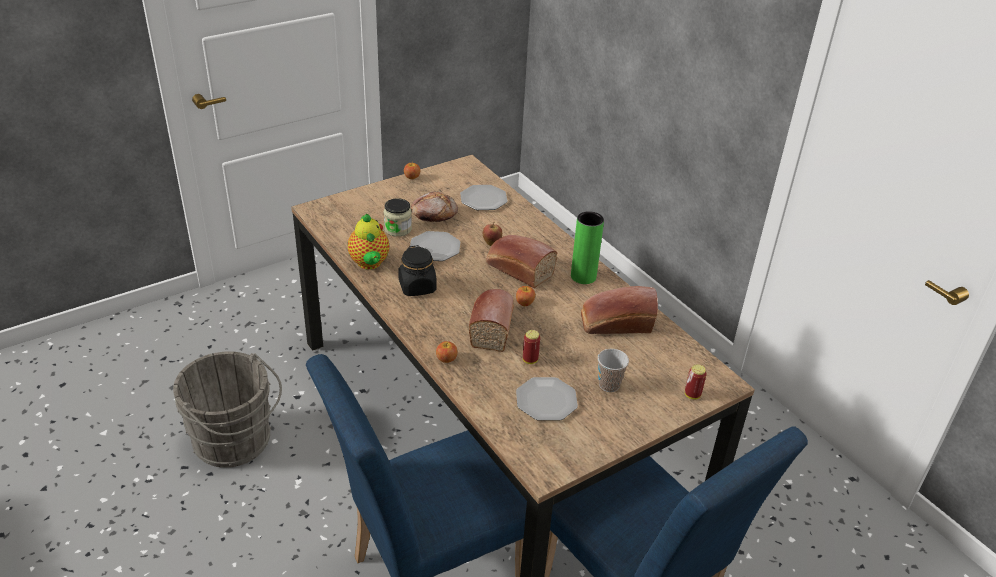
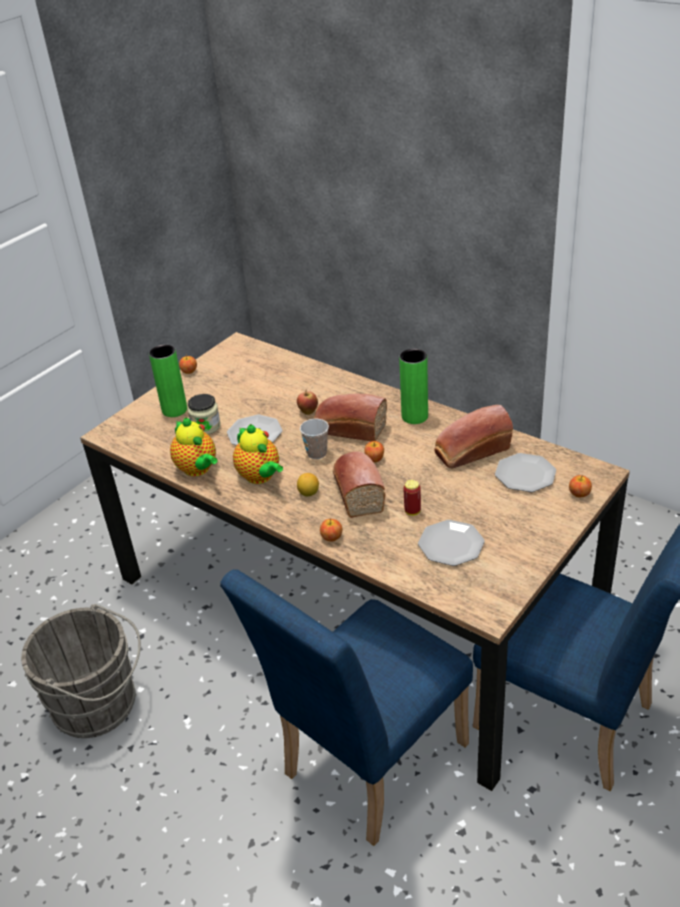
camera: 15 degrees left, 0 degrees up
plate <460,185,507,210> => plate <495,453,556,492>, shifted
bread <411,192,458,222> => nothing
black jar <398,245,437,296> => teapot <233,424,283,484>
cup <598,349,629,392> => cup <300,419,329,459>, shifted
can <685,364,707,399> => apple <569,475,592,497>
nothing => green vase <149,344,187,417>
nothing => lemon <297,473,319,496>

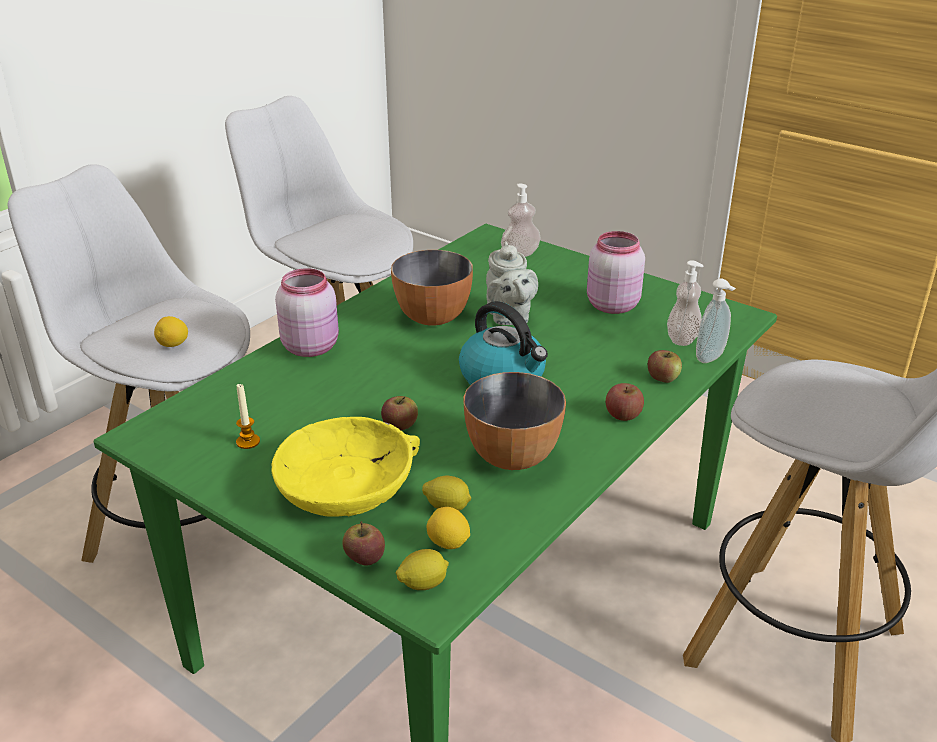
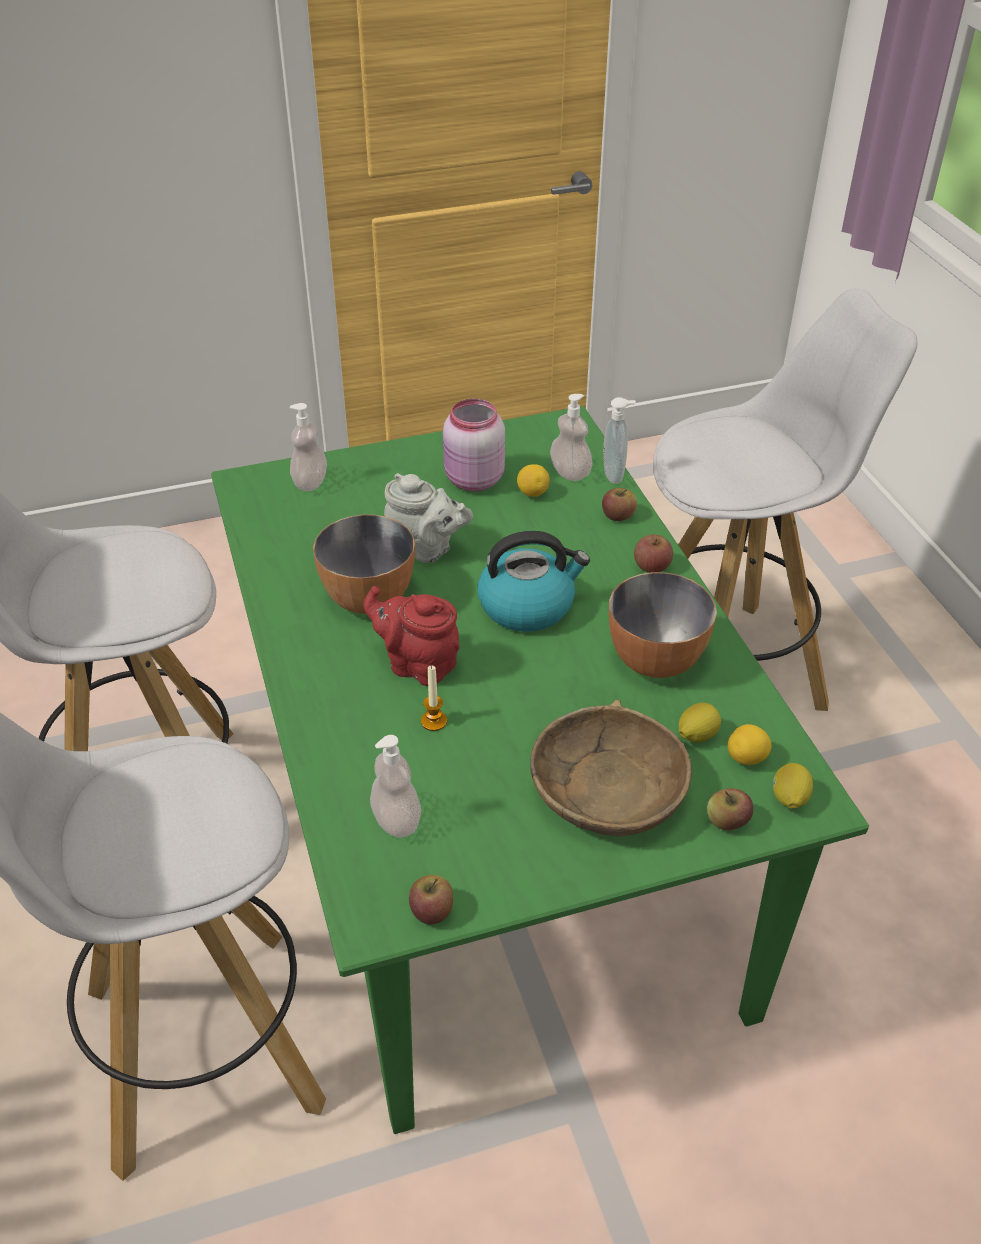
camera: 55 degrees left, 10 degrees up
pink jar <275,268,339,357> => nothing
lemon <154,316,188,347> => lemon <517,464,550,497>, shifted
candle <236,383,260,449> => candle <421,665,447,731>, shifted
apple <381,396,418,430> => apple <409,875,453,925>, shifted
yellow bowl <271,417,420,517> => brown bowl <530,700,692,836>
nothing => red teapot <363,586,460,686>
nothing => soap dispenser <370,735,421,838>

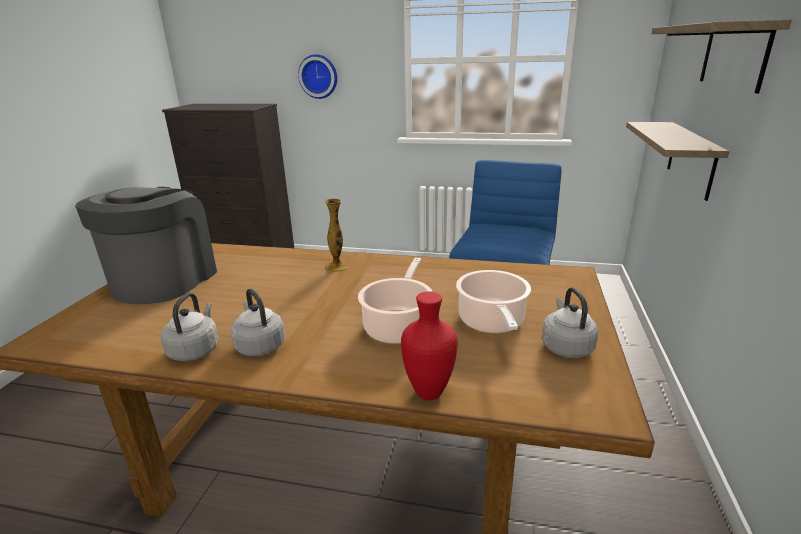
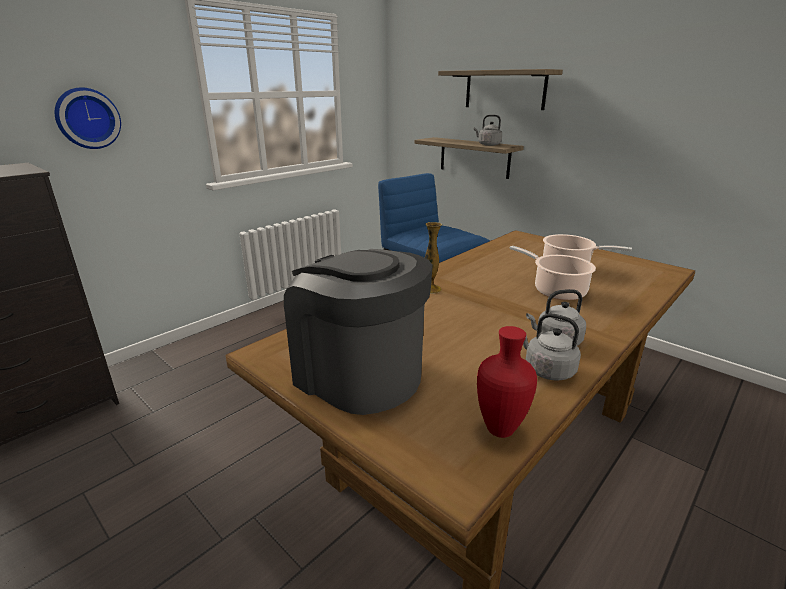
camera: 60 degrees left, 0 degrees up
grey kettle <542,287,598,358> => grey kettle <474,115,502,146>, shifted
red vase <401,291,458,400> => red vase <477,326,537,438>, shifted

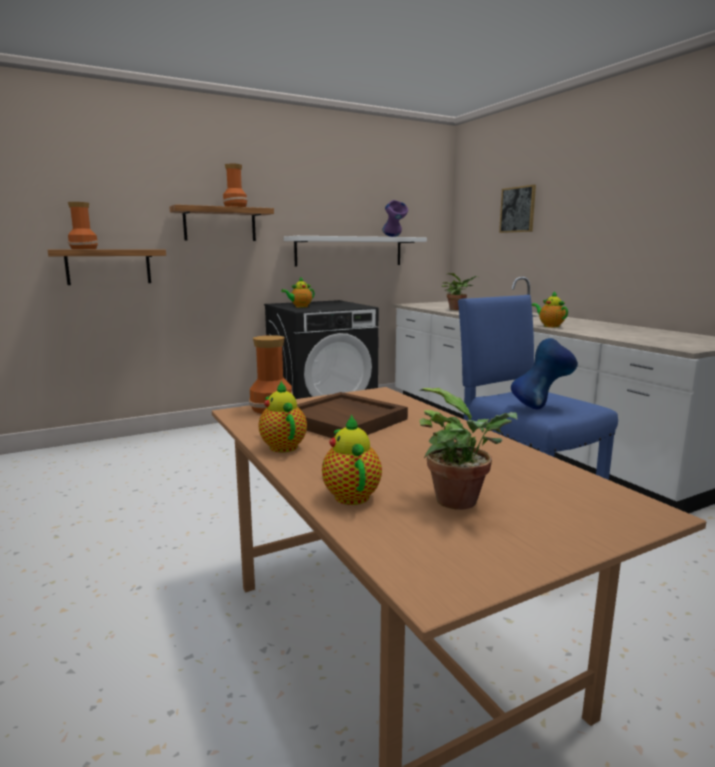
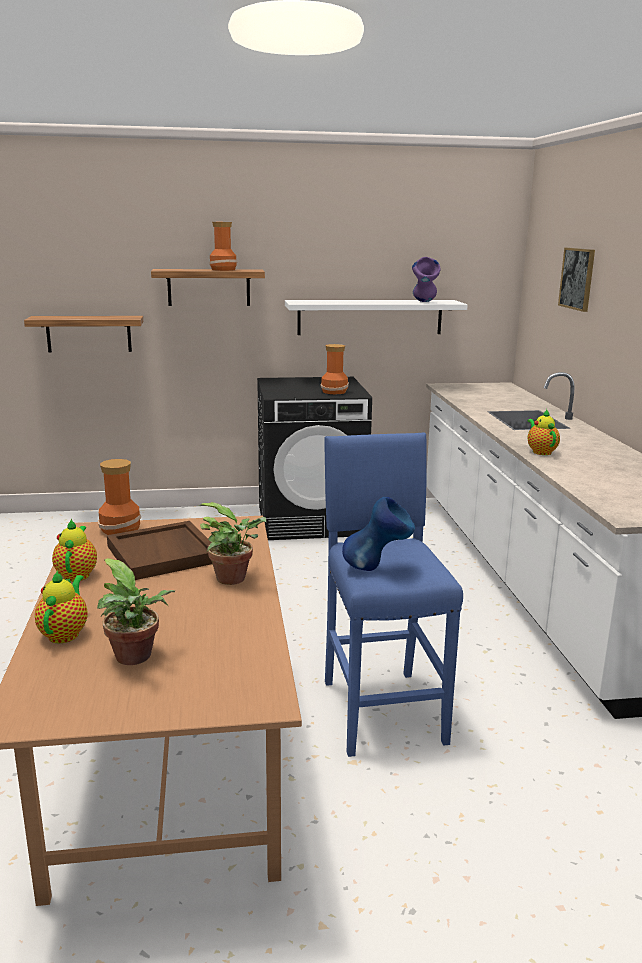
camera: 20 degrees right, 5 degrees up
vase <68,202,98,249> => vase <321,344,349,394>, shifted
potted plant <442,273,478,310> => potted plant <199,502,266,585>, shifted
teapot <281,277,315,308> => nothing

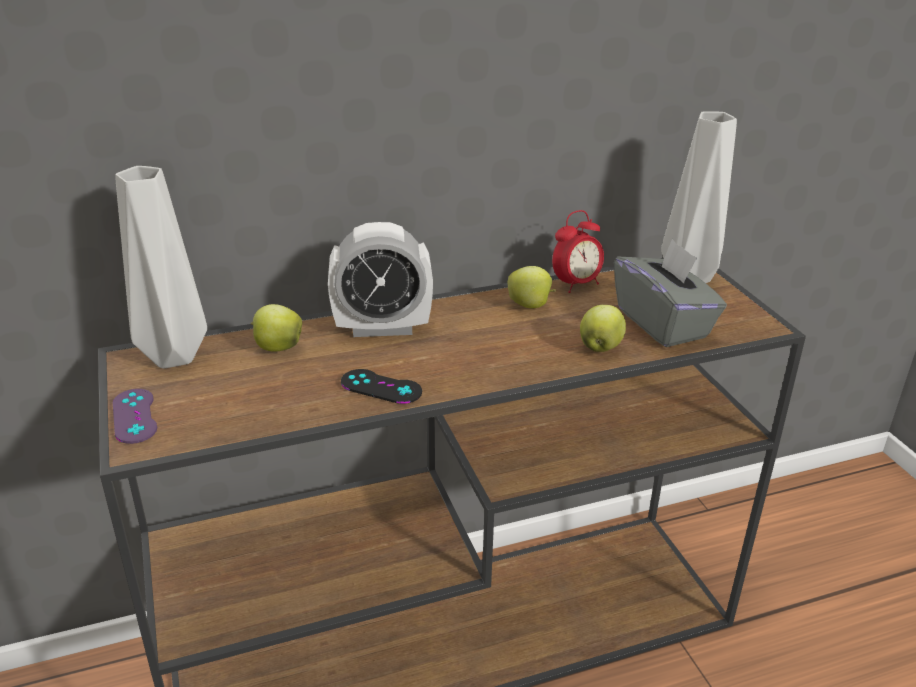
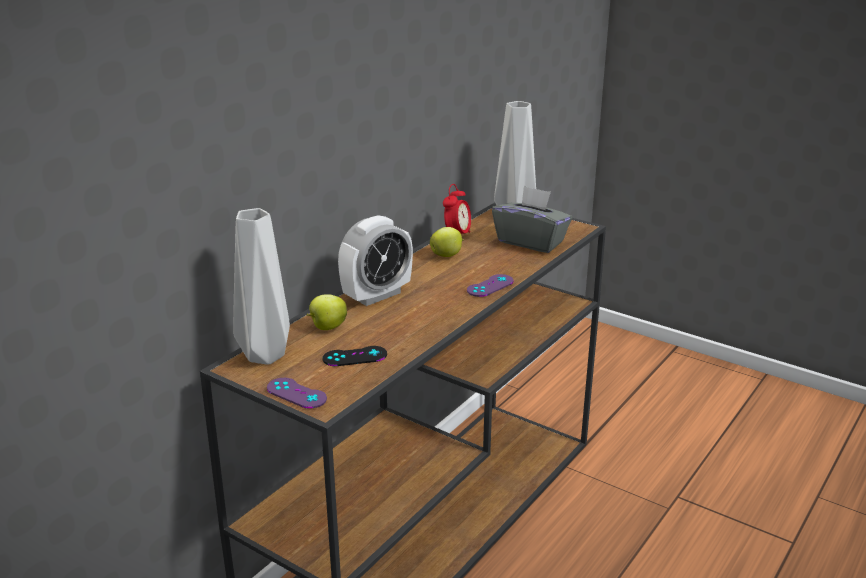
camera: 35 degrees left, 5 degrees down
apple <580,305,626,352> => nothing
black game controller <341,369,422,404> => black game controller <323,346,387,366>, shifted
nothing => purple game controller <467,274,514,297>

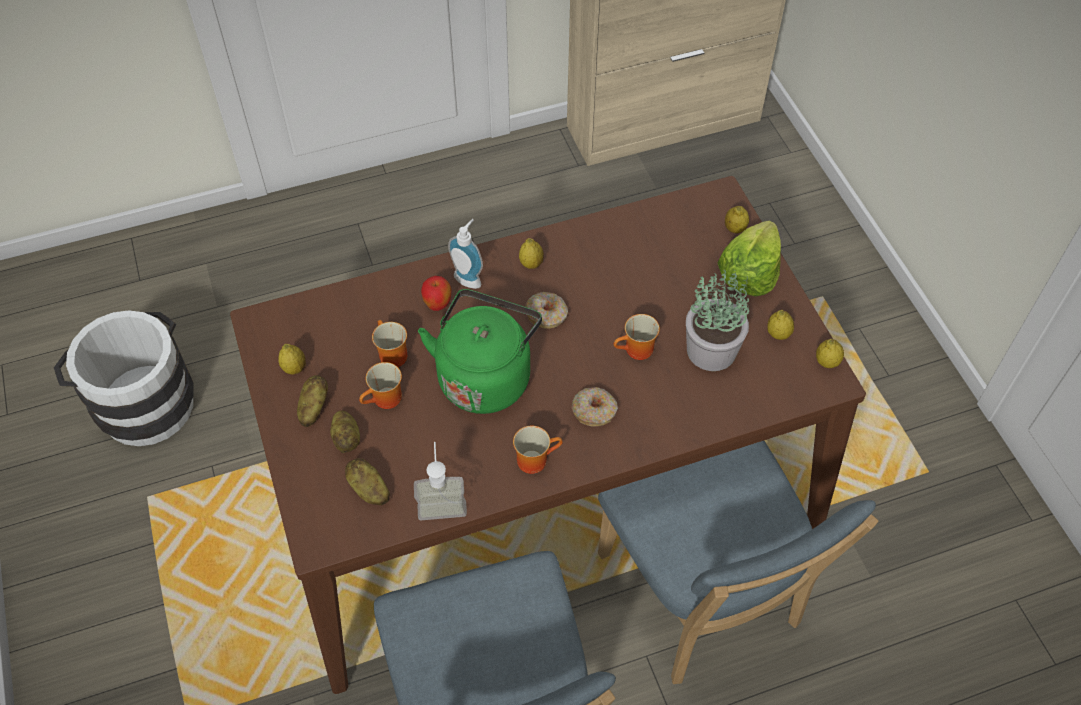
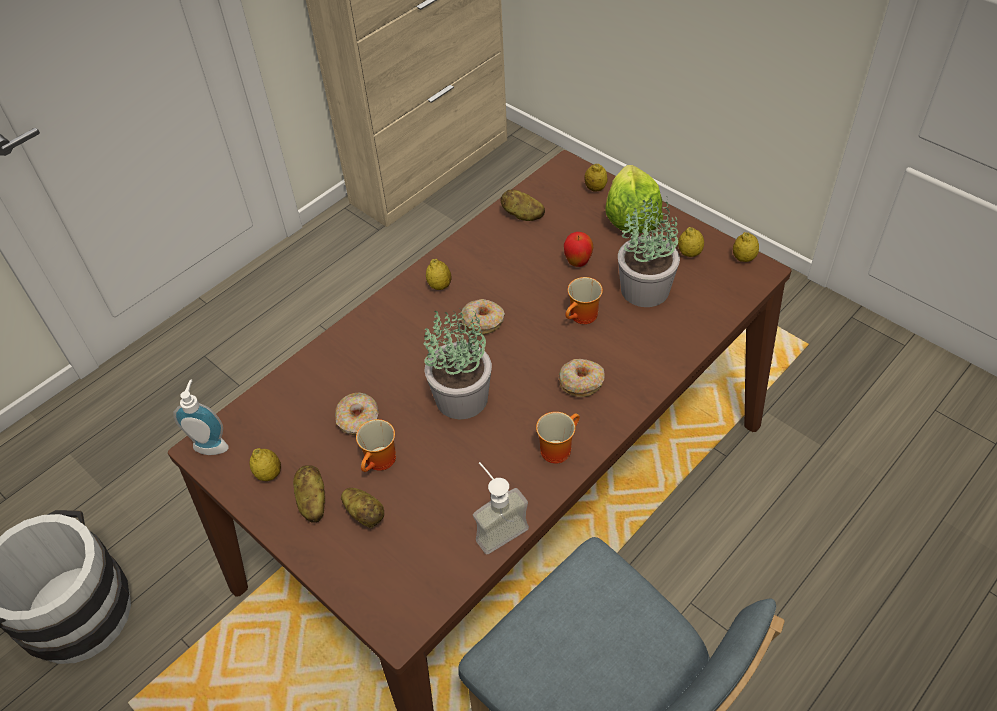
camera: 25 degrees left, 5 degrees down
soap dispenser <448,219,483,289> => soap dispenser <174,379,229,455>, shifted
apple <421,276,451,311> => apple <564,232,593,267>, shifted
green kettle <418,289,542,414> => potted plant <423,310,492,419>
mug <372,320,407,367> => donut <335,392,379,436>
blue chair <598,441,878,684> => nothing
potato <345,458,390,505> => potato <501,189,545,221>, shifted

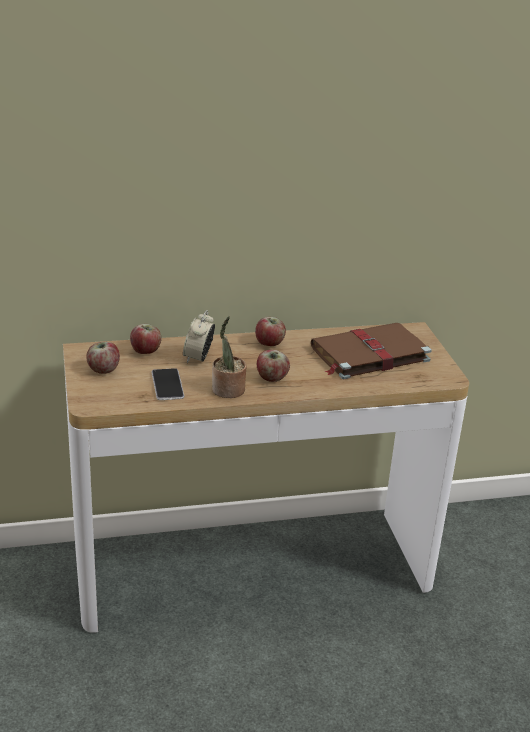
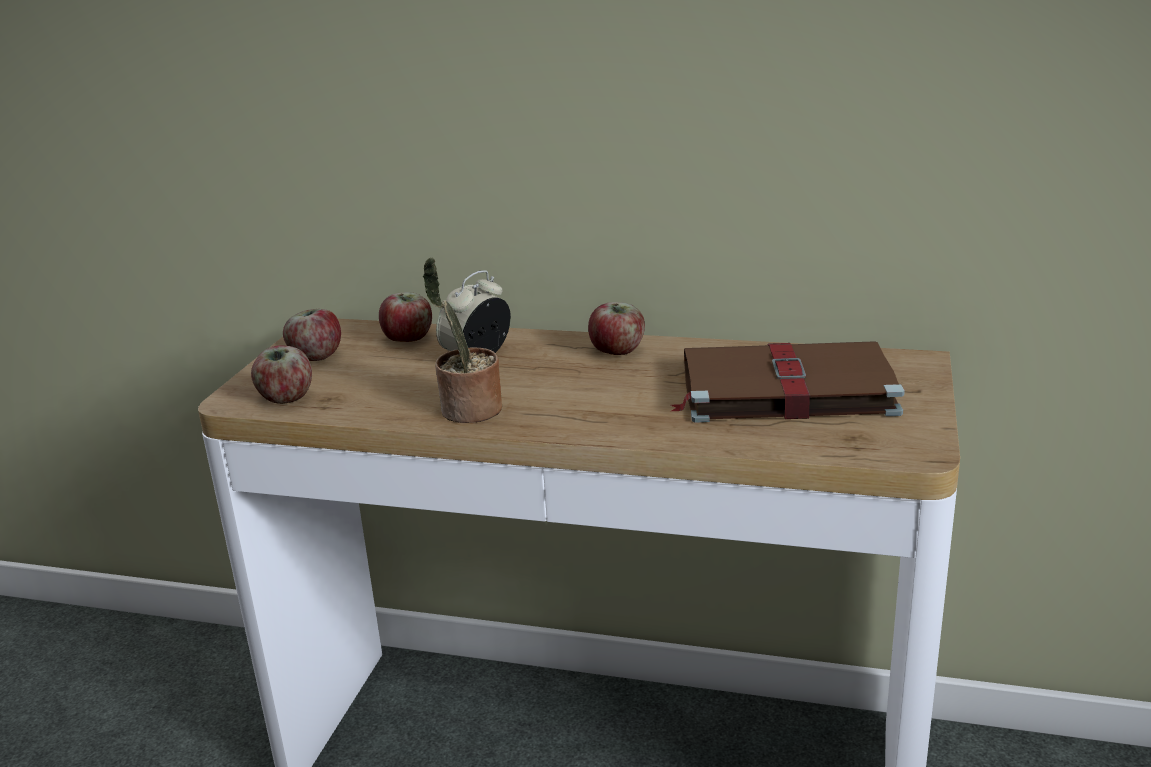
camera: 30 degrees right, 5 degrees down
apple <257,350,290,382> => apple <251,345,312,404>, shifted
phone <151,368,184,400> => nothing

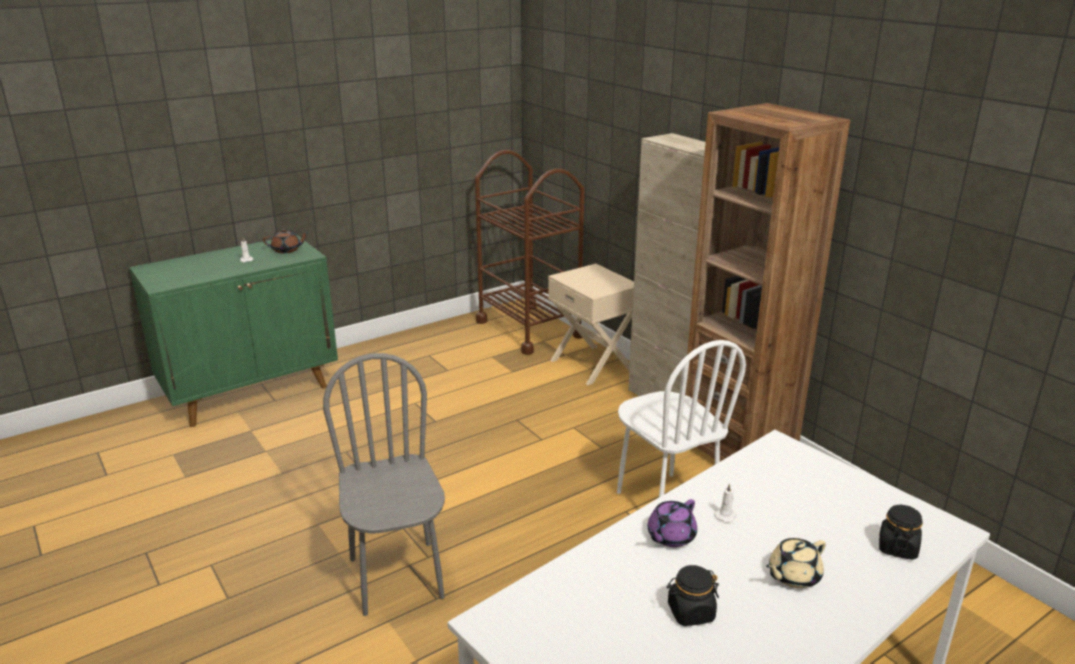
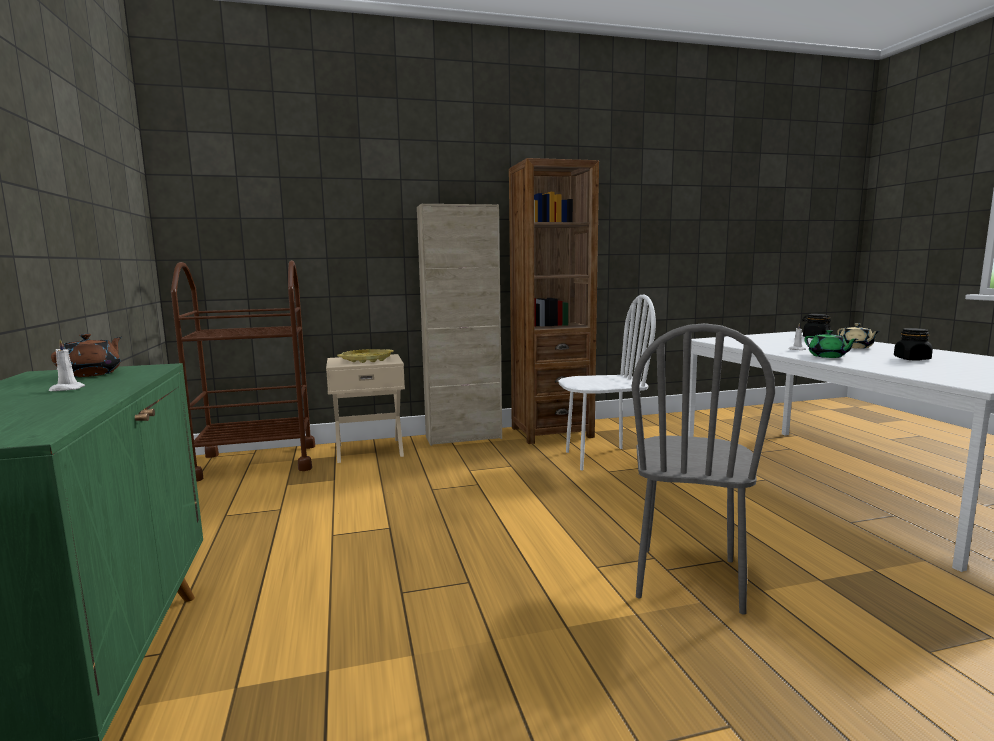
camera: 70 degrees left, 15 degrees down
grey chair <323,353,445,616> => grey chair <632,323,775,614>, 75 degrees counterclockwise
purple teapot <648,499,697,547> => green teapot <805,330,858,358>
nothing => yellow tray <337,349,394,363>

